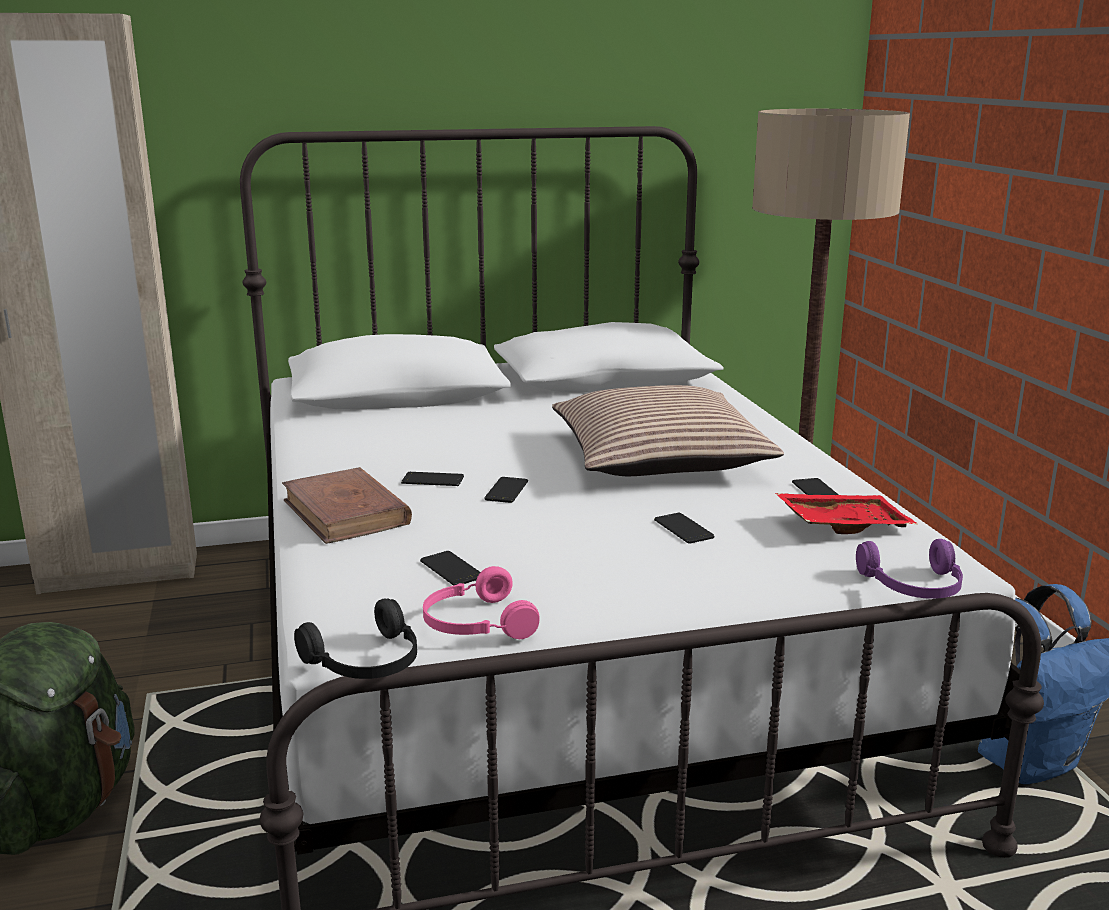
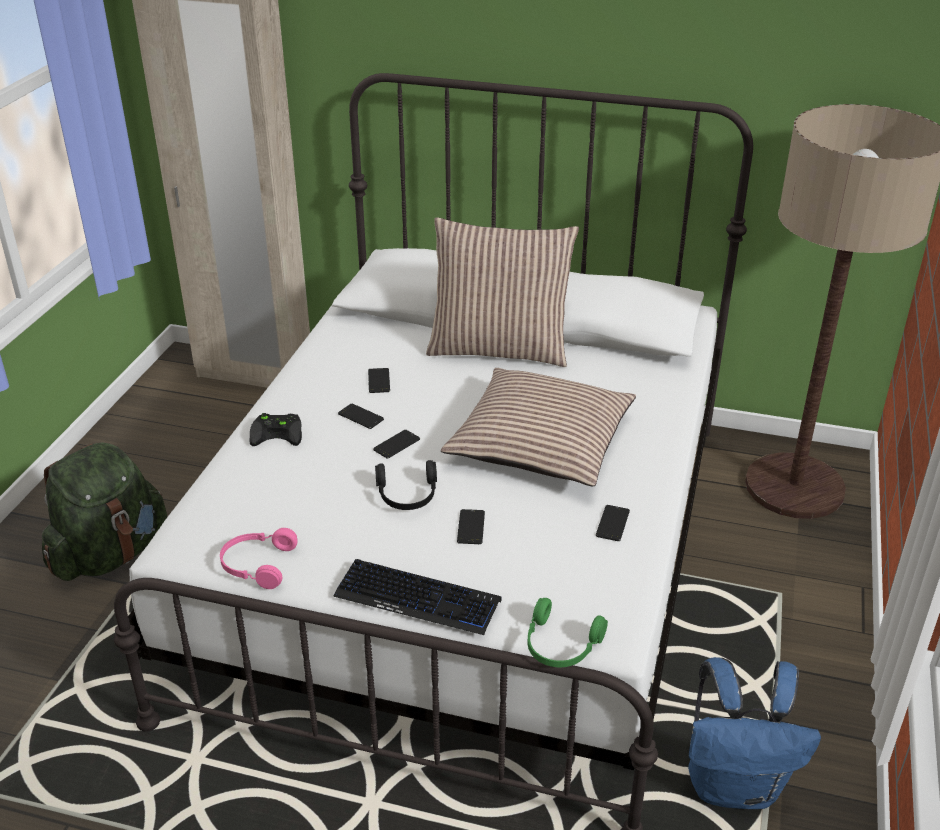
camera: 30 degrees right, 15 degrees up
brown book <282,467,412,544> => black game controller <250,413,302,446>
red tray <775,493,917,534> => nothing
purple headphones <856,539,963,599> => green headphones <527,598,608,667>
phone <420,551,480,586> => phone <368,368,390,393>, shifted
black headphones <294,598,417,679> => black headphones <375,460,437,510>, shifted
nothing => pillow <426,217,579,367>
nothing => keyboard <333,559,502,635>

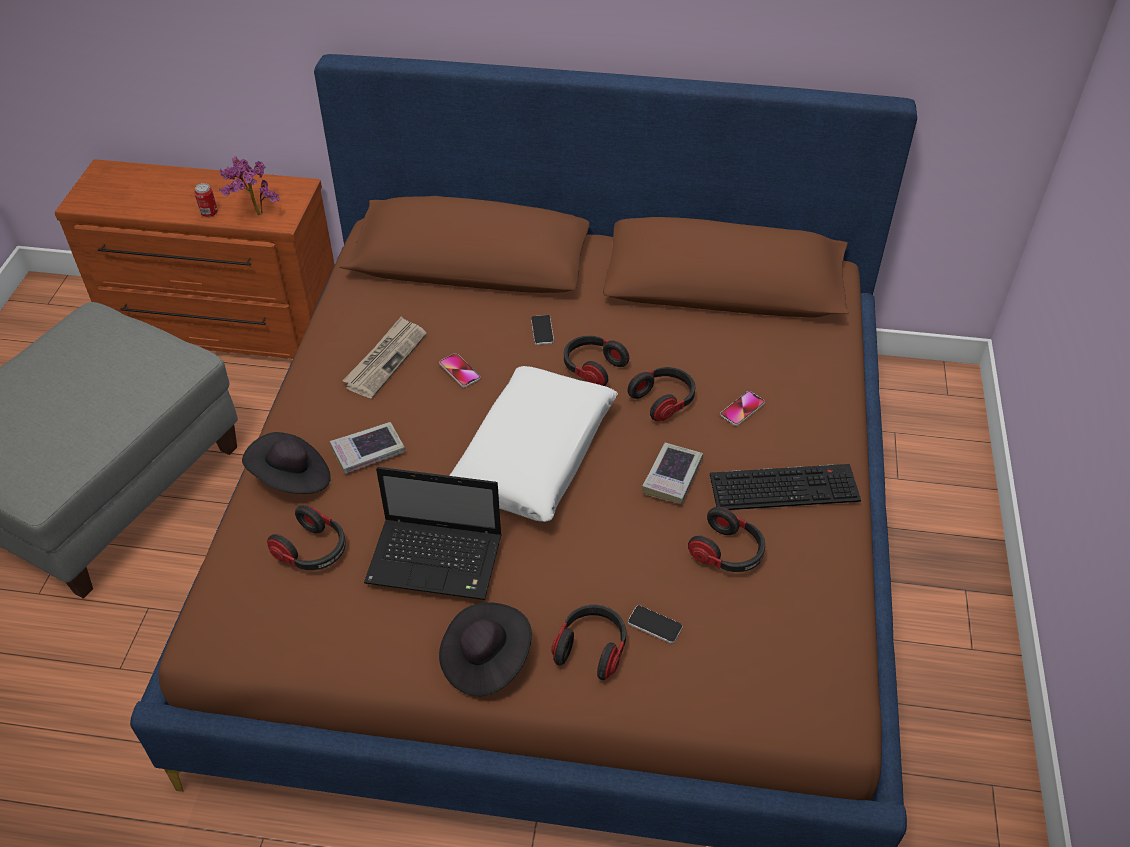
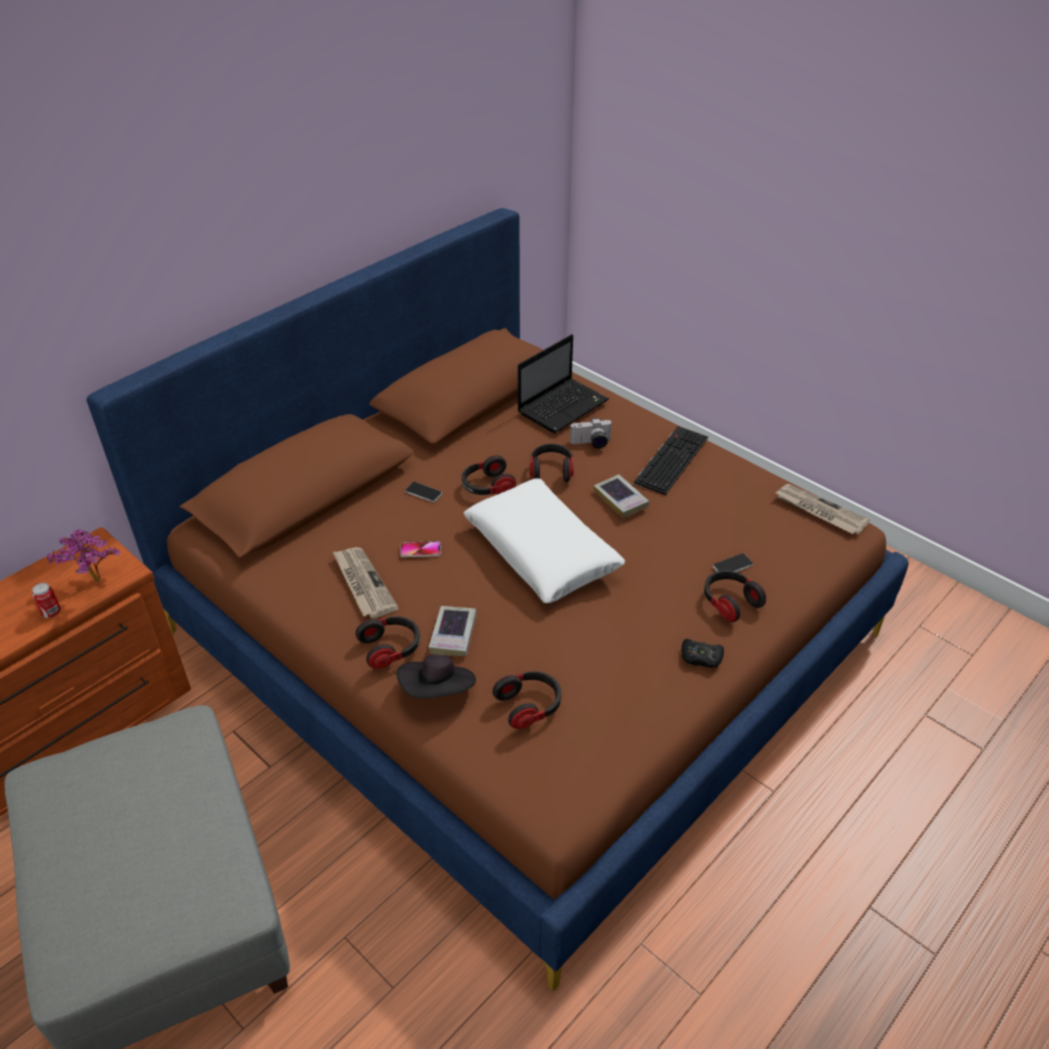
camera: 55 degrees left, 5 degrees down
phone <720,391,765,426> => photo camera <570,418,613,449>
laptop <364,467,502,600> => laptop <518,334,609,433>, shifted
headphones <688,507,765,572> => headphones <356,616,420,669>, shifted
black hat <439,602,532,696> => black game controller <681,639,724,668>
nothing => newspaper <775,484,870,534>

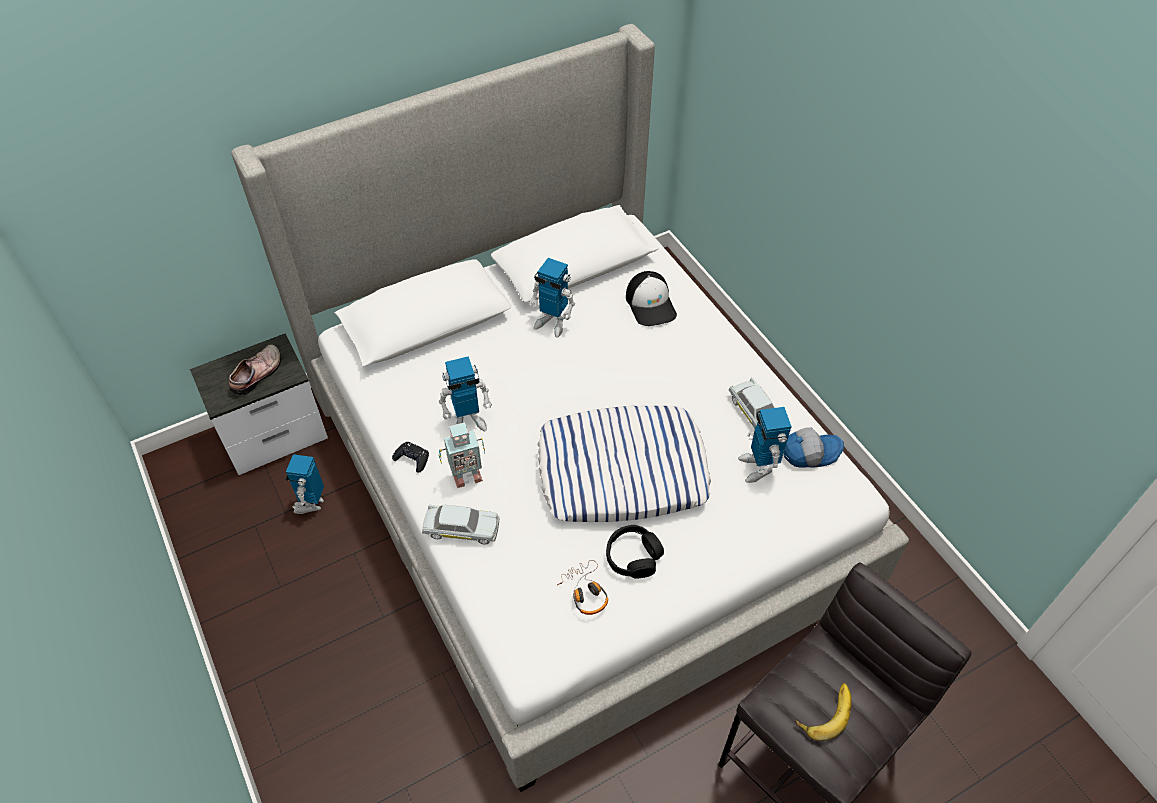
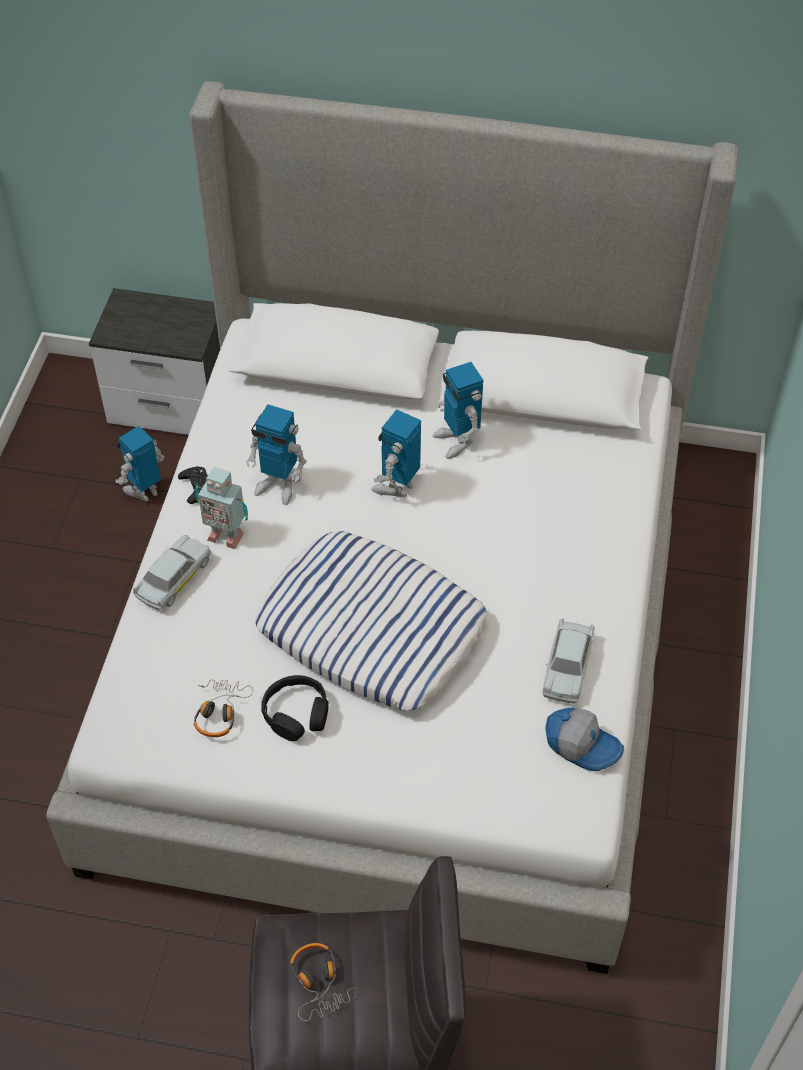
camera: 40 degrees right, 0 degrees up
cap <626,271,677,326> => nothing
shoe <229,344,281,395> => nothing
toy robot <738,407,792,483> => toy robot <371,409,421,497>, shifted
white toy car <422,505,499,544> => white toy car <133,535,212,610>, 105 degrees counterclockwise
banana <795,683,852,741> => headphones <290,943,357,1021>

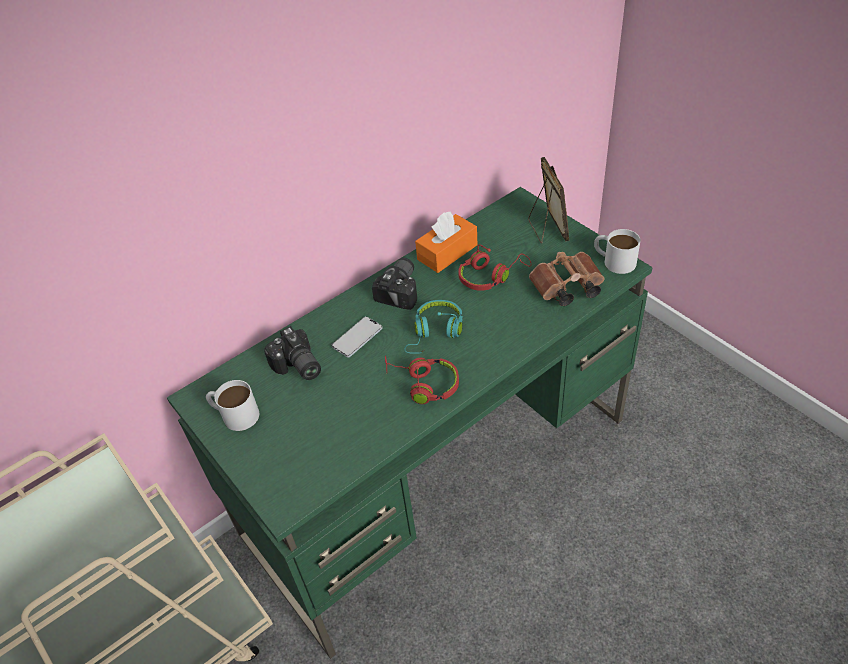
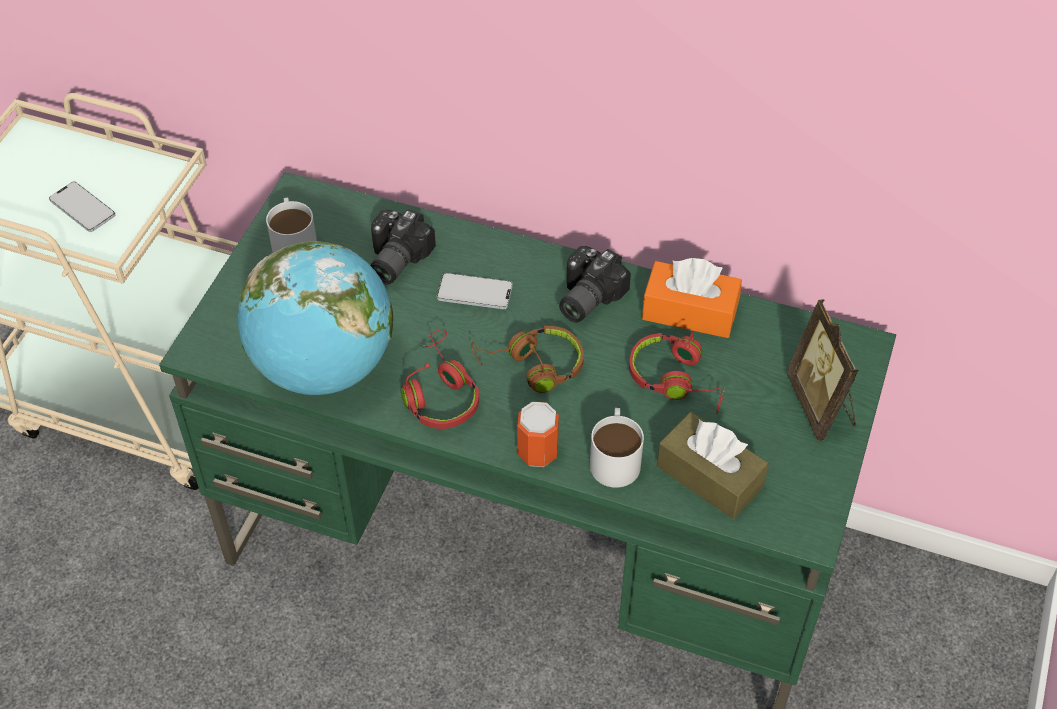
camera: 55 degrees right, 5 degrees up
picture frame <528,157,569,244> => picture frame <787,299,859,441>, 120 degrees clockwise
white mug <594,229,641,274> => white mug <590,408,644,488>, shifted
brown binoculars <529,252,605,306> => brown tissue box <657,412,769,519>
photo camera <372,258,417,310> => photo camera <559,246,631,323>, 135 degrees clockwise
turquoise headphones <404,300,463,354> => brown headphones <471,326,584,393>
nothing => phone <49,181,115,232>
nothing => globe <237,241,393,395>
nothing => can <517,402,559,467>

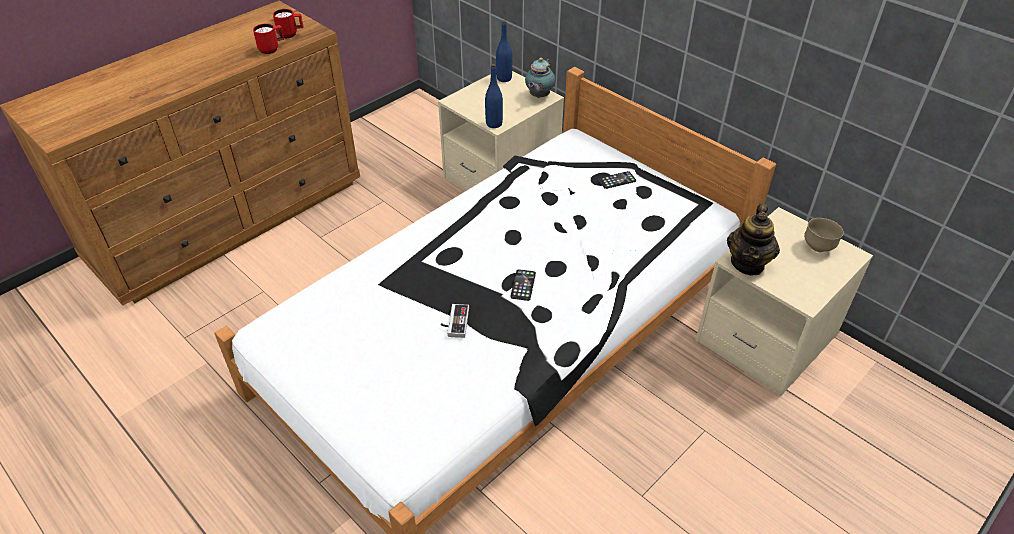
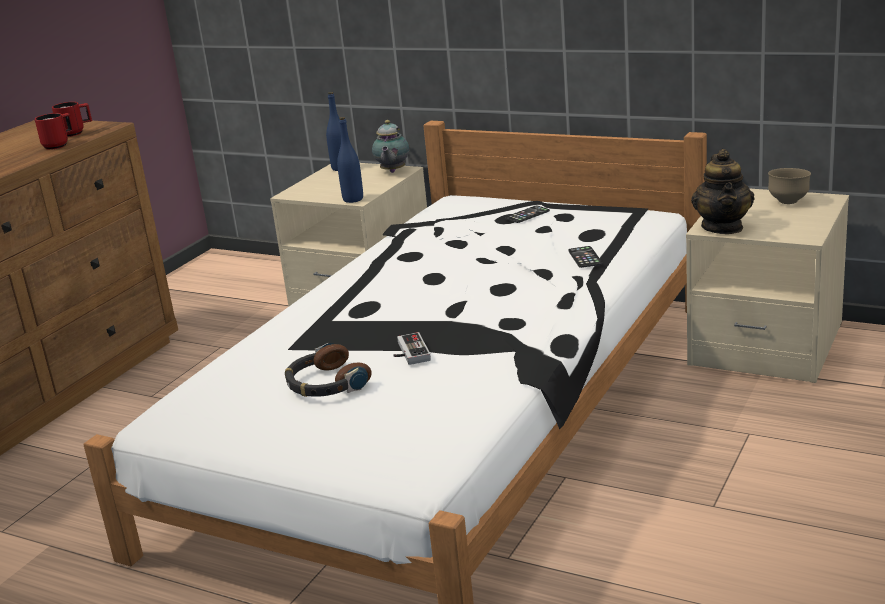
camera: 15 degrees left, 20 degrees down
phone <511,269,536,301> => phone <568,246,602,268>, shifted
nothing => headphones <285,343,372,397>

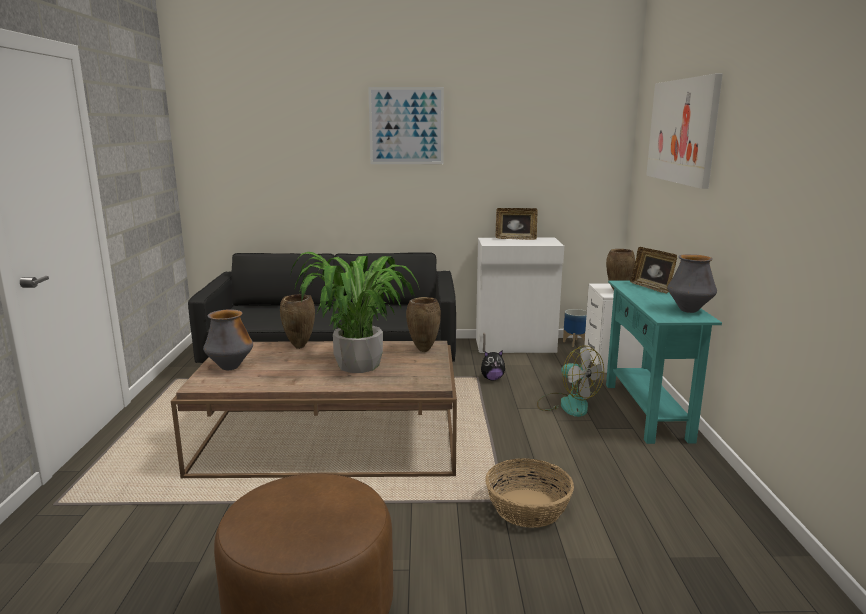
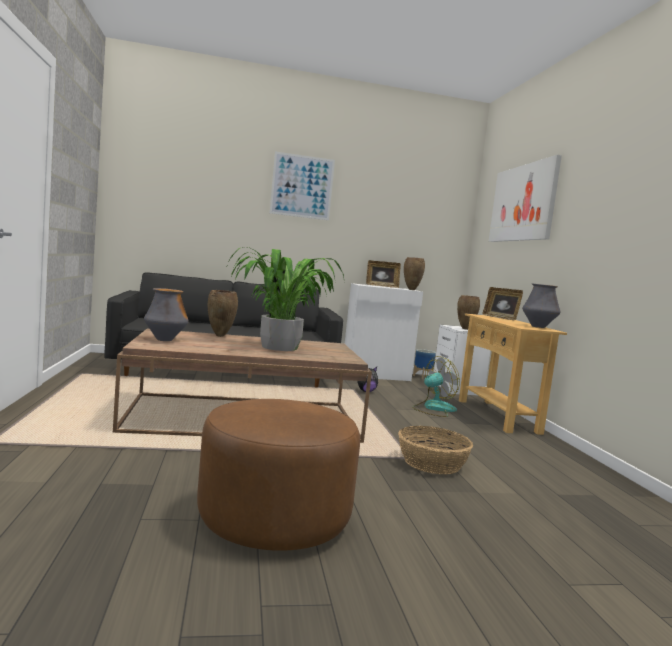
camera: 10 degrees left, 10 degrees down
turquoise console table <606,280,722,444> => beige console table <459,313,567,435>
brown vase <406,297,441,352> => brown vase <404,257,425,290>, shifted
fan <537,345,604,417> => fan <412,356,460,417>, 75 degrees counterclockwise

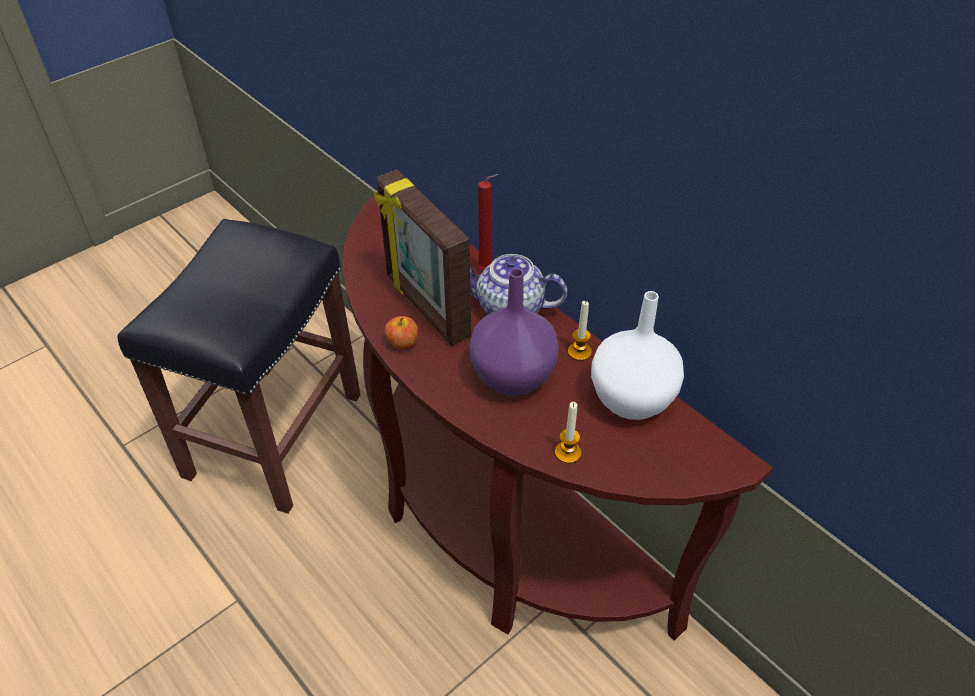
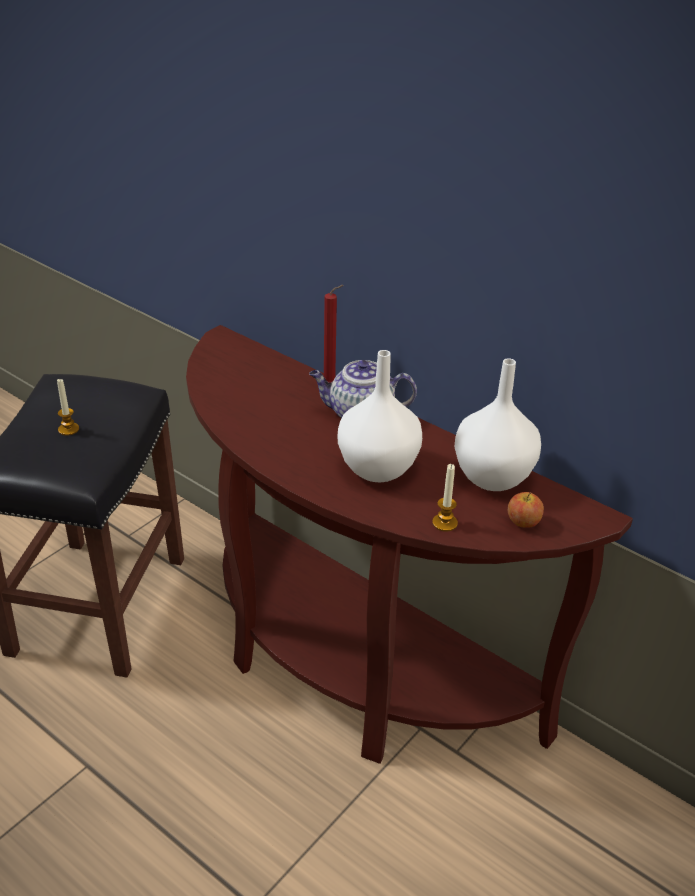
camera: 10 degrees left, 10 degrees down
picture frame <374,170,472,346> => nothing
purple vase <469,268,559,396> => white vase <338,350,422,482>
candle <568,301,592,361> => candle <57,379,79,436>, shifted
apple <385,316,418,350> => apple <508,492,544,528>, shifted

